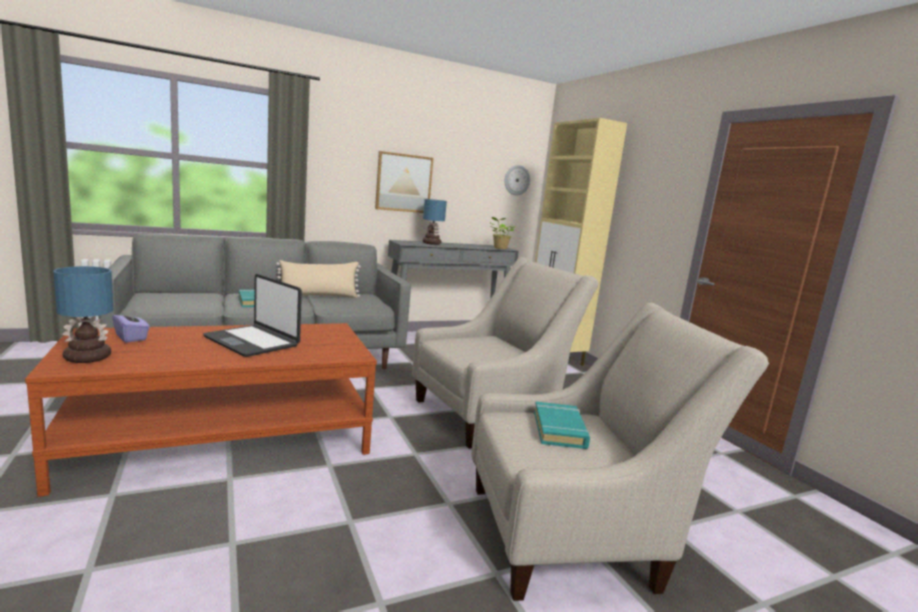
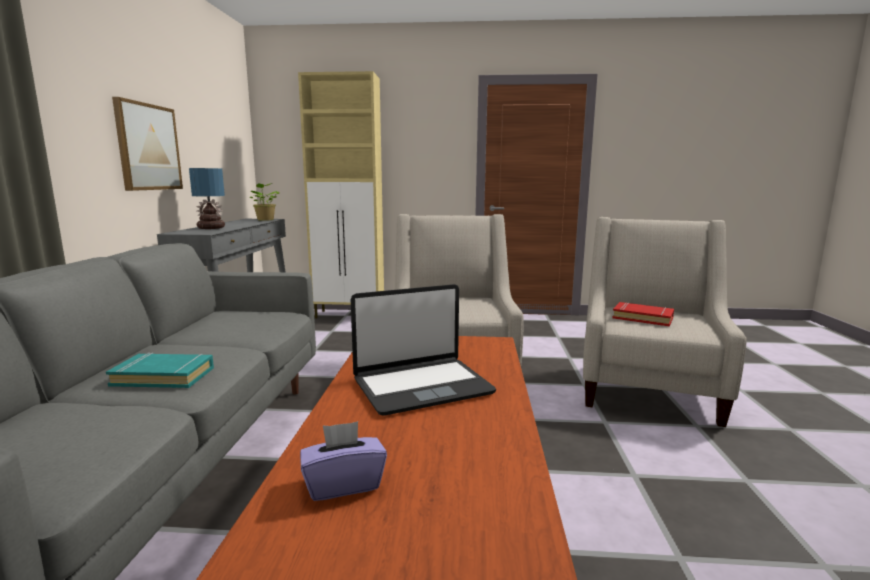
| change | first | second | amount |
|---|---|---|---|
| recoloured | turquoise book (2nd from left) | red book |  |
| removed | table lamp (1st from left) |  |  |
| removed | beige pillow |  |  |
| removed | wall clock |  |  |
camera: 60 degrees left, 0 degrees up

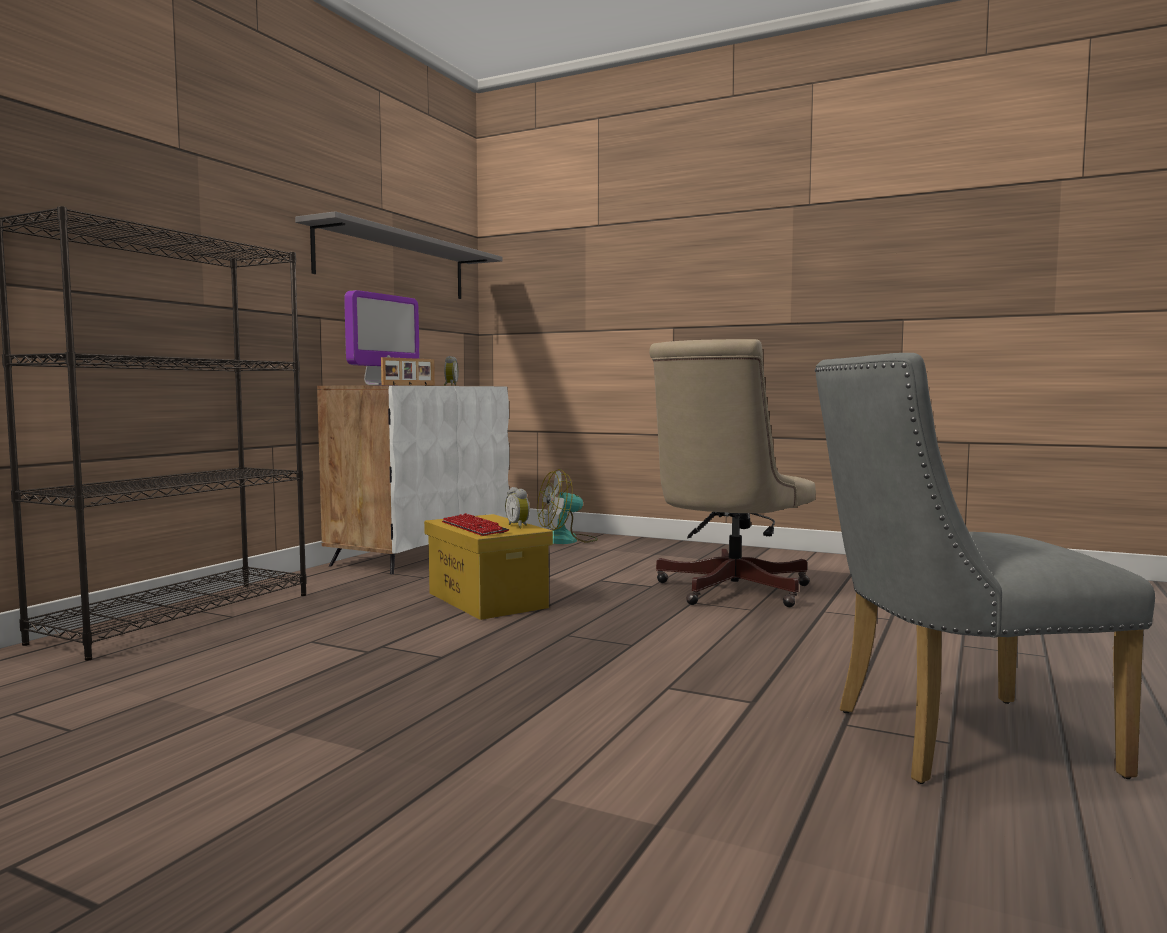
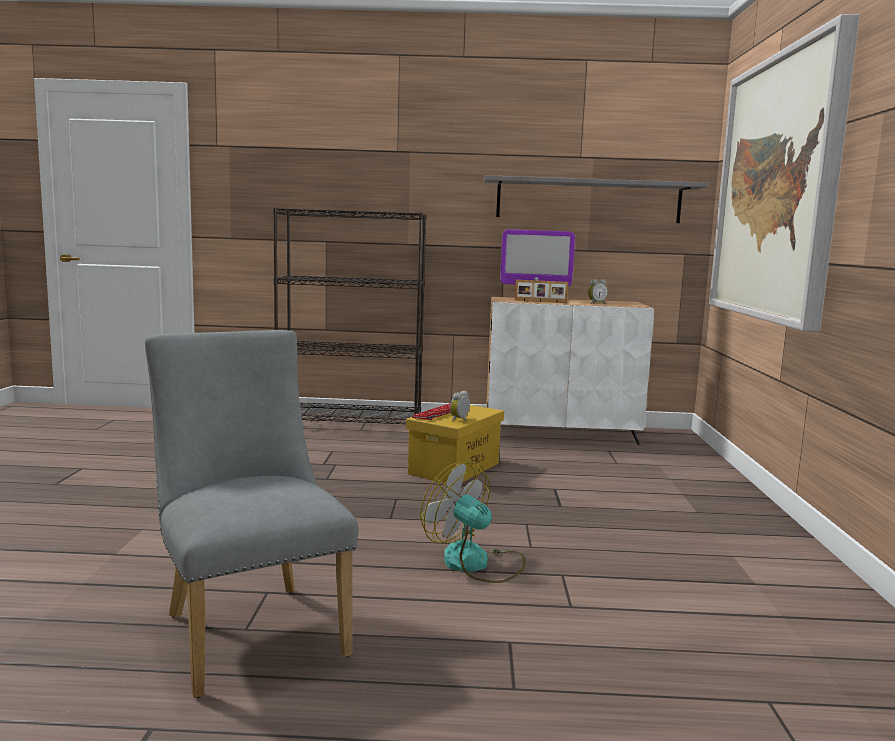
| change | first | second | amount |
|---|---|---|---|
| moved | fan |  |  |
| added |  | picture |  |
| removed | beige office chair |  |  |
camera: 65 degrees right, 5 degrees up

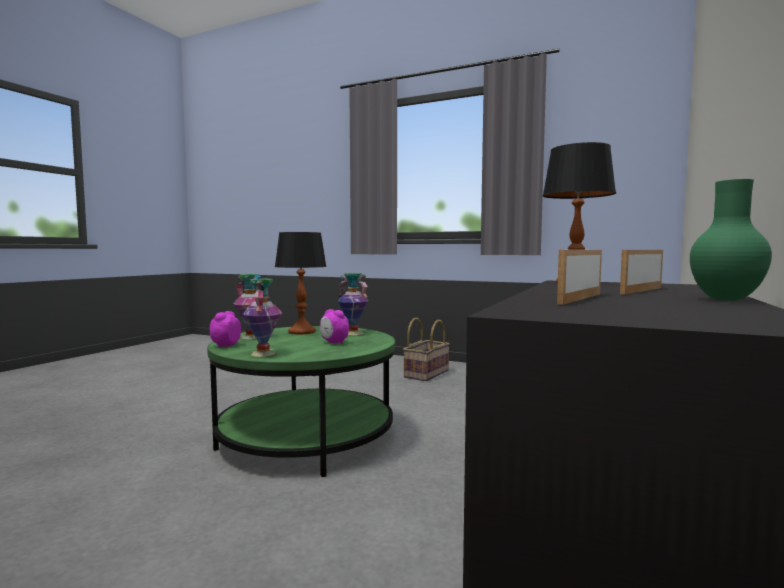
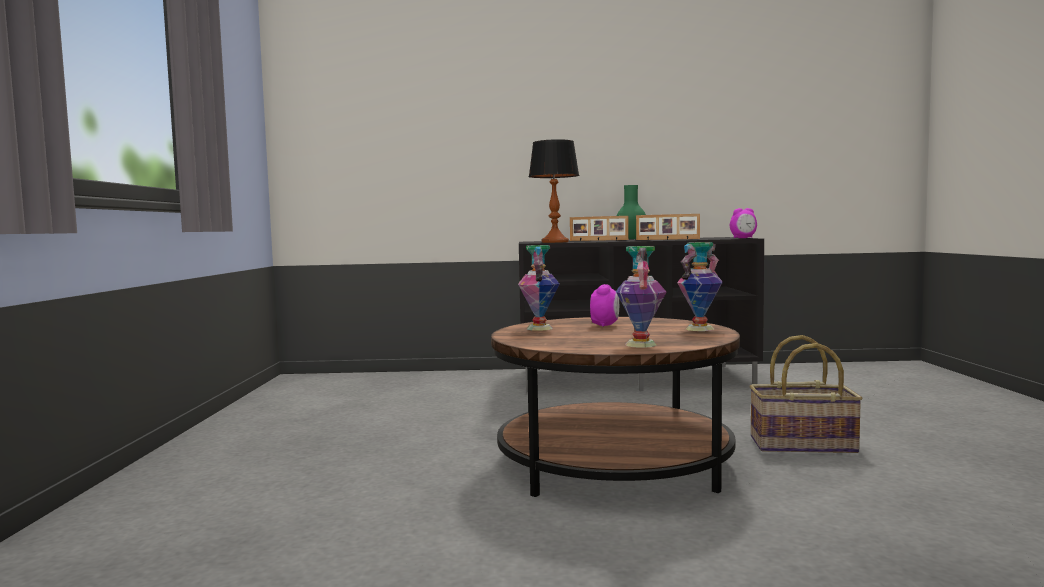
| change | first | second | amount |
|---|---|---|---|
| recoloured | green coffee table | brown coffee table |  |
| moved | alarm clock (1st from left in the first image) | alarm clock (2nd from left) |  |
| moved | basket |  |  |
| removed | table lamp (1st from left) |  |  |
camera: 115 degrees left, 0 degrees up

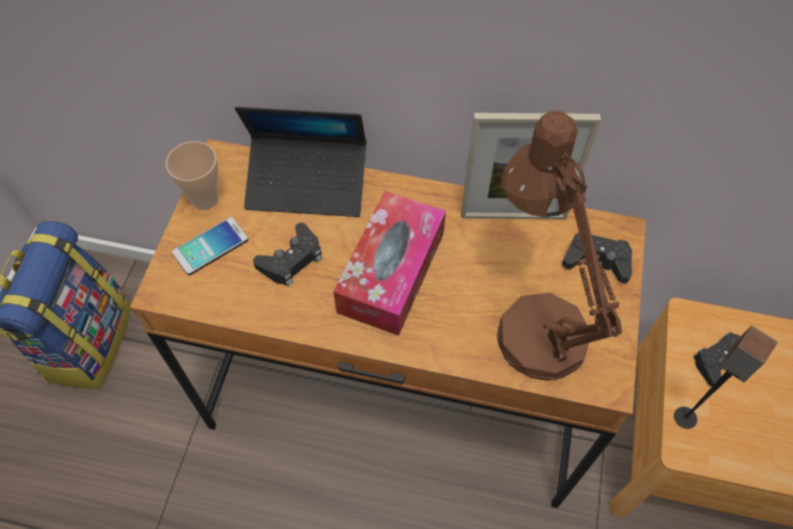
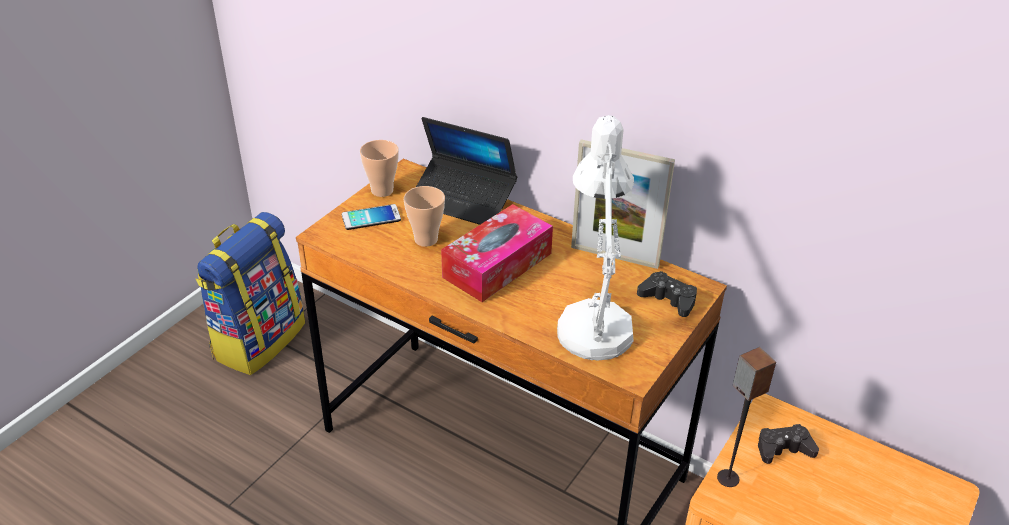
| change | first | second | amount |
|---|---|---|---|
| replaced | black game controller (1st from left) | cup (2nd from left) |  |
| recoloured | brown table lamp | white table lamp |  |
camera: 20 degrees right, 20 degrees down

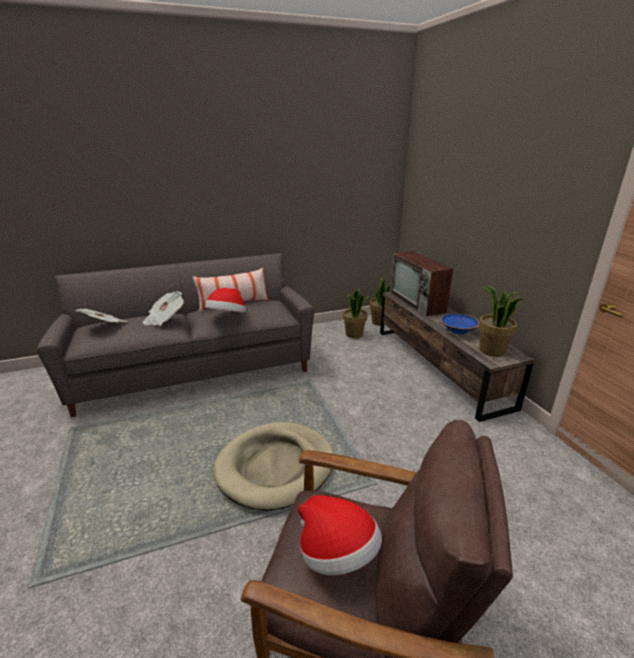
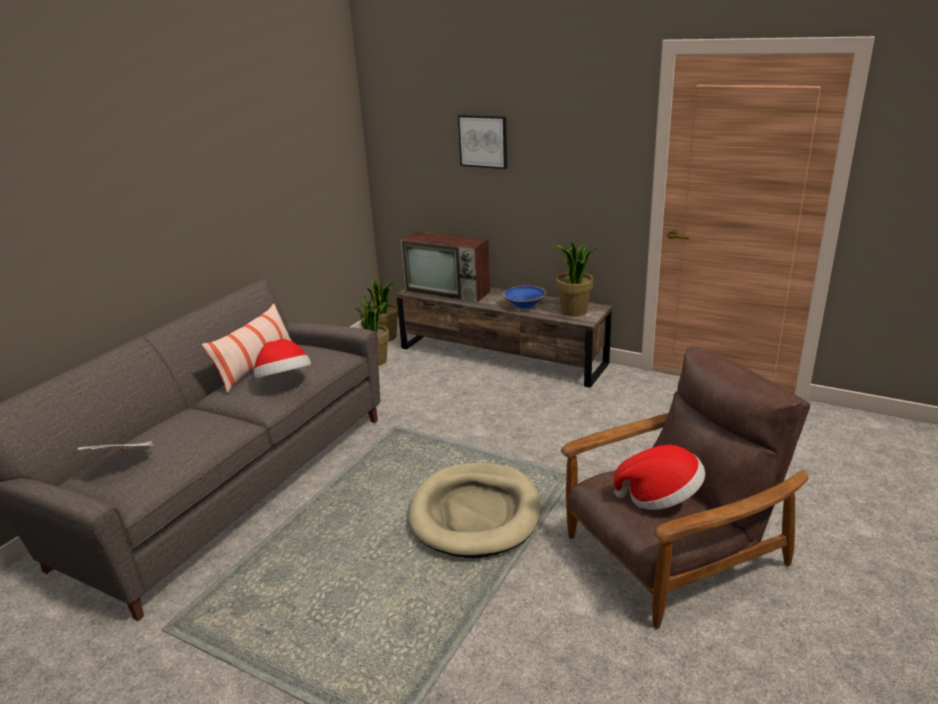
| change | first | second | amount |
|---|---|---|---|
| added |  | picture |  |
| removed | newspaper (2nd from left) |  |  |
camera: 40 degrees left, 0 degrees up

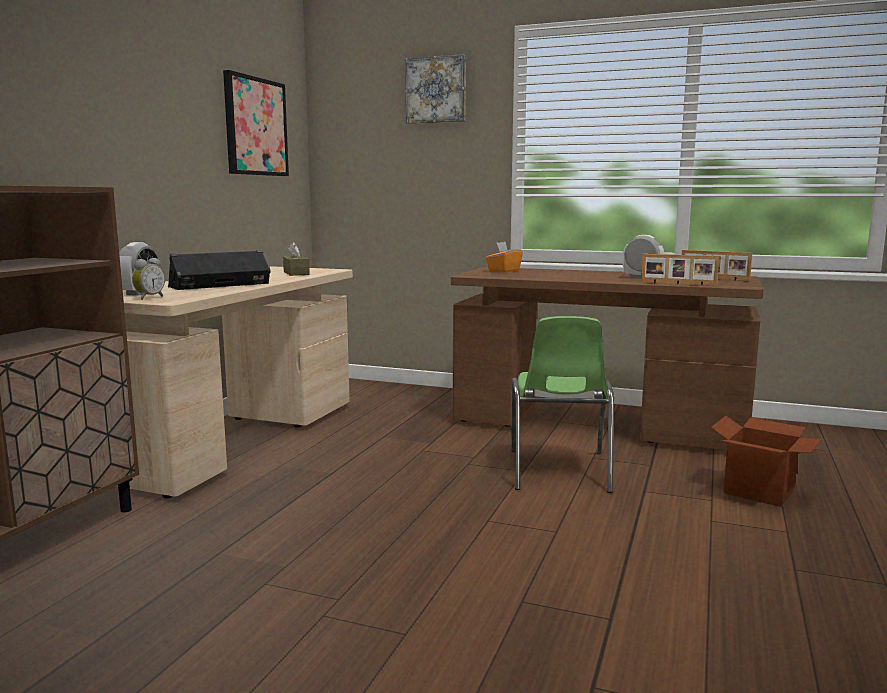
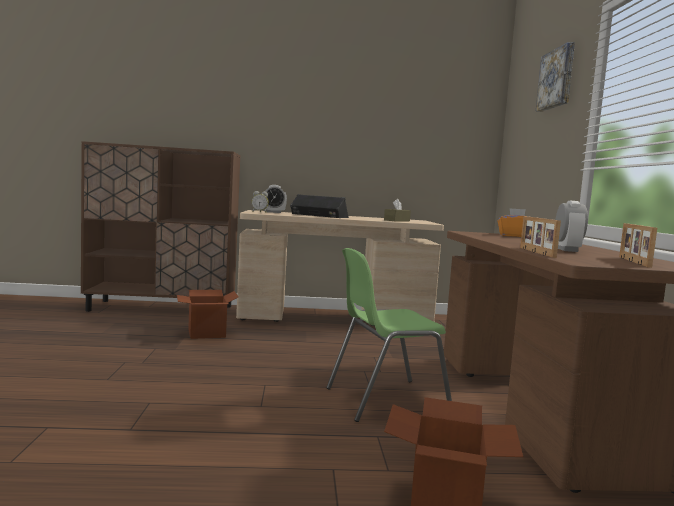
| change | first | second | amount |
|---|---|---|---|
| added |  | cardboard box (1st from left) |  |
| removed | picture (1st from left) |  |  |
camera: 65 degrees right, 5 degrees down

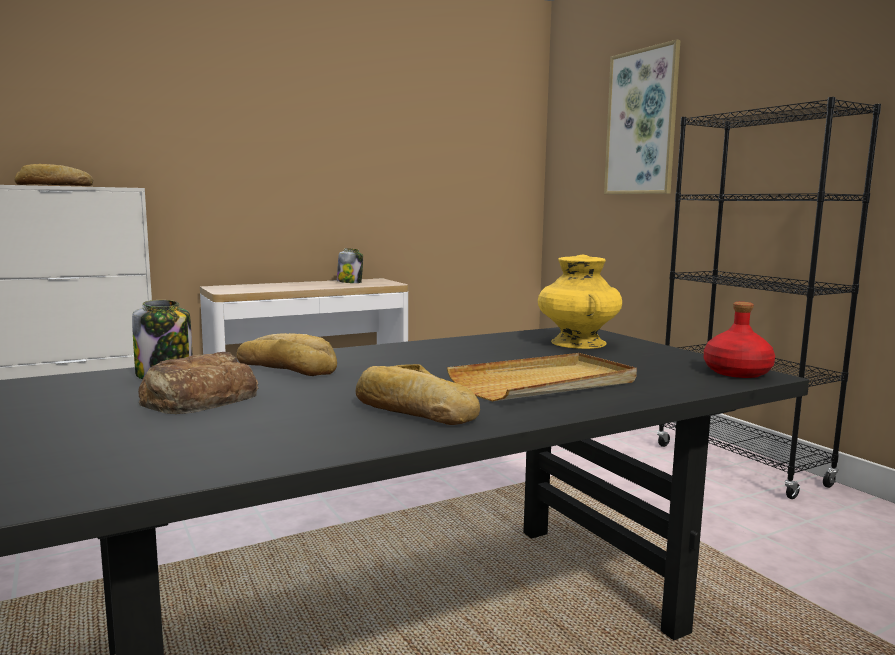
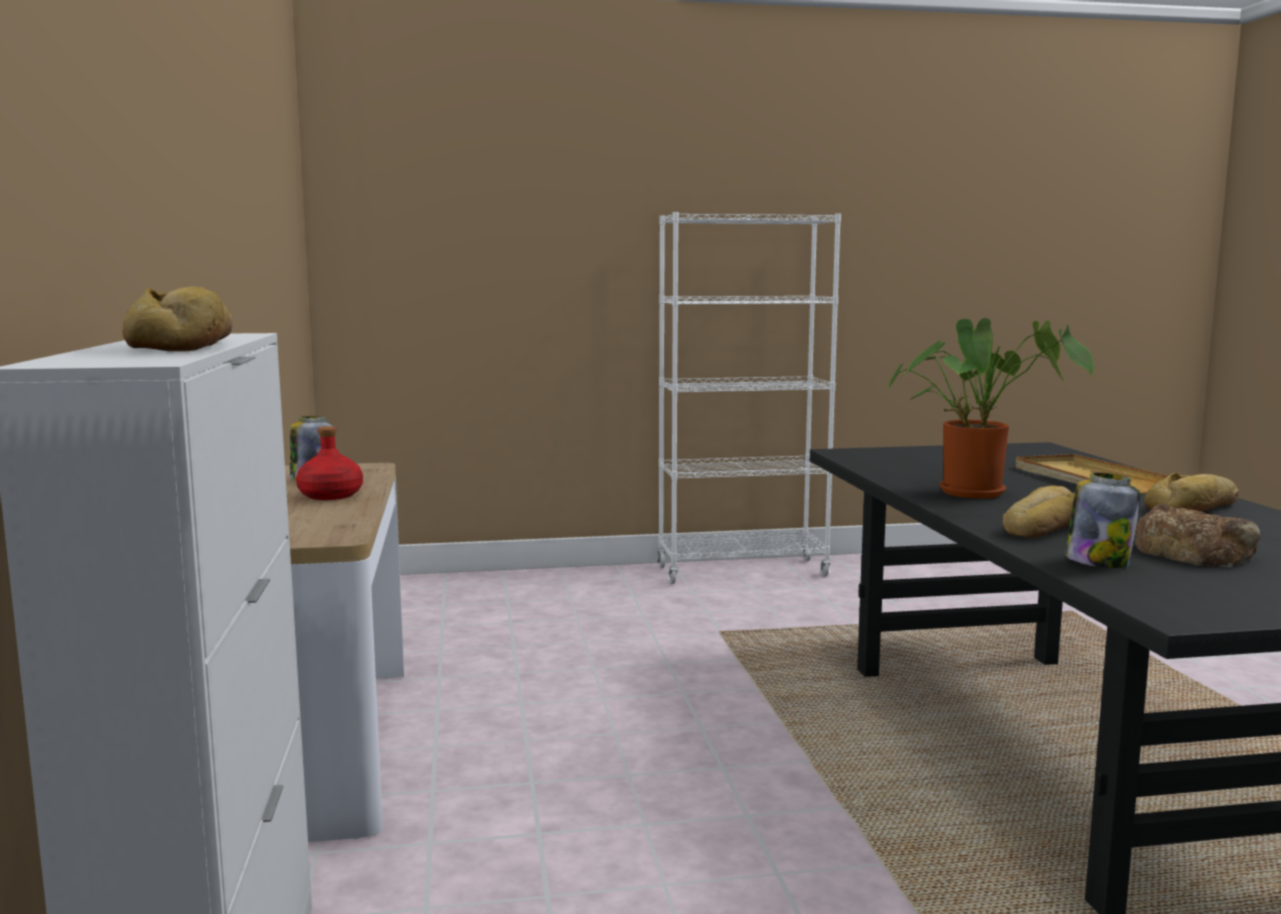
| change | first | second | amount |
|---|---|---|---|
| moved | red bottle |  |  |
| recoloured | black bookcase | white bookcase |  |
| added |  | potted plant |  |
| removed | yellow vase |  |  |
| removed | picture |  |  |
camera: 70 degrees left, 0 degrees up

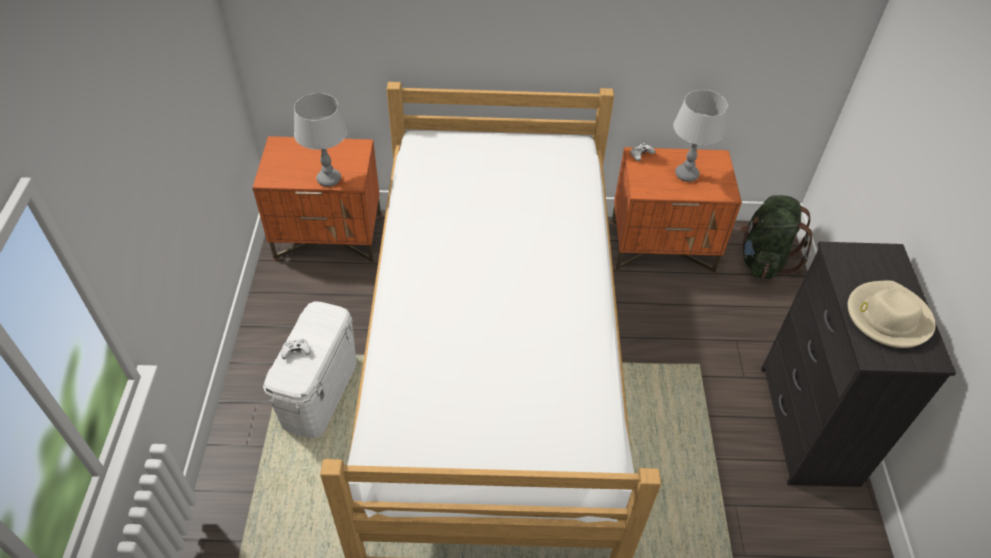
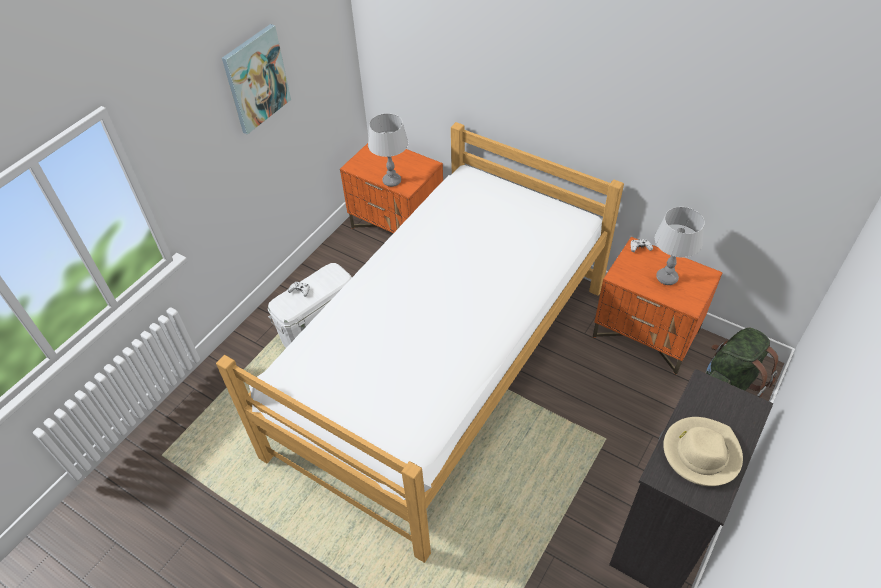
| change | first | second | amount |
|---|---|---|---|
| added |  | picture |  |
camera: 35 degrees right, 0 degrees up

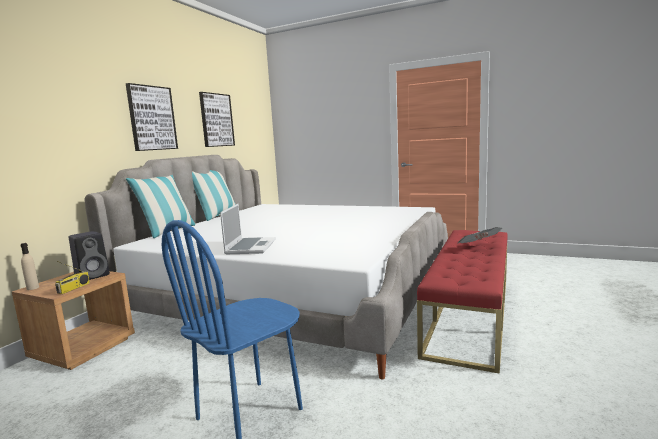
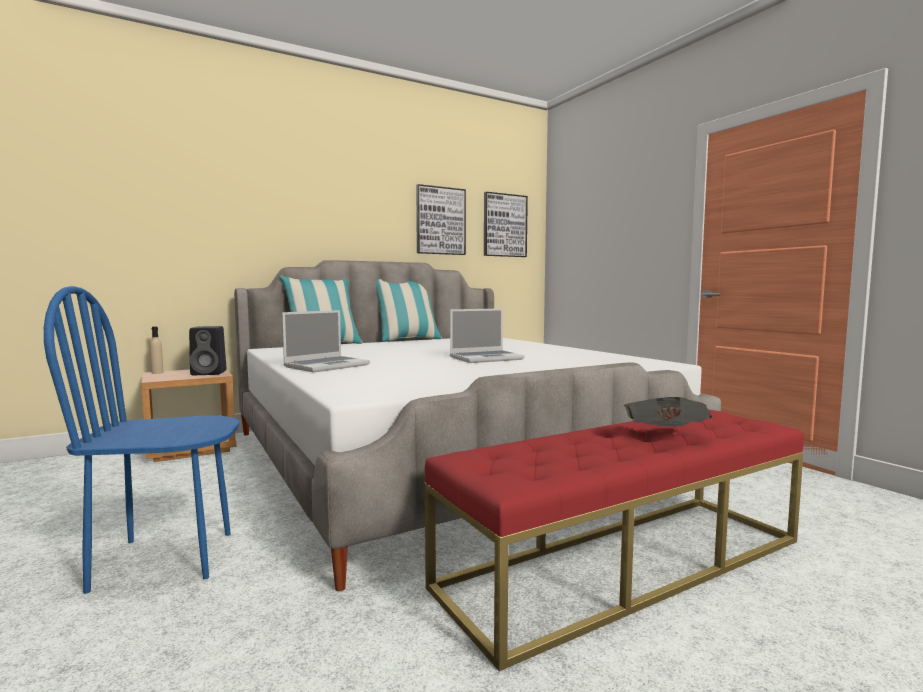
| change | first | second | amount |
|---|---|---|---|
| added |  | laptop (2nd from left) |  |
| moved | picture (1st from left in the first image) | picture (2nd from left) |  |
| removed | radio |  |  |
camera: 35 degrees right, 5 degrees down

